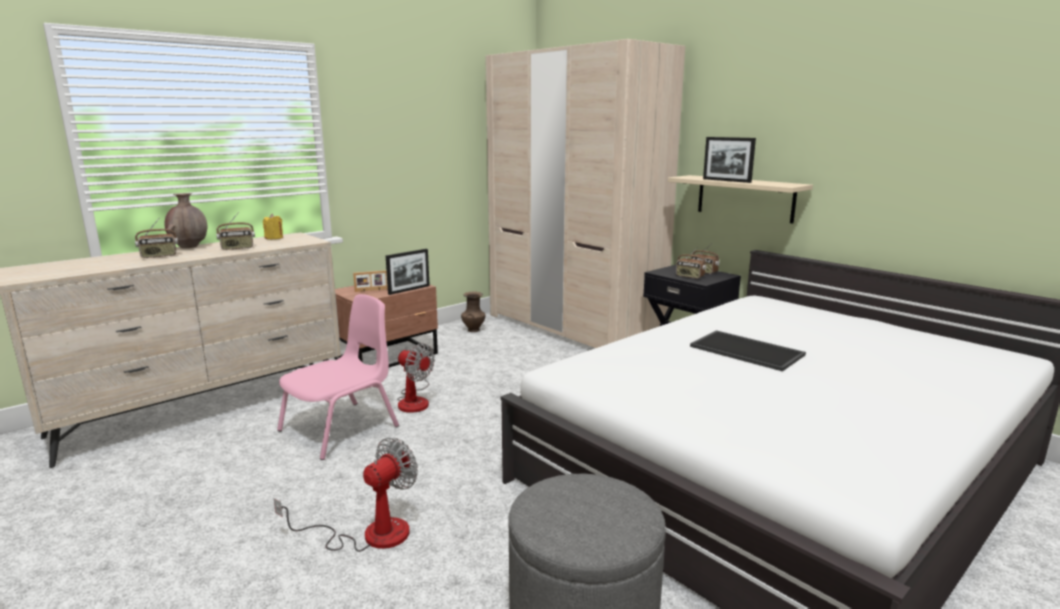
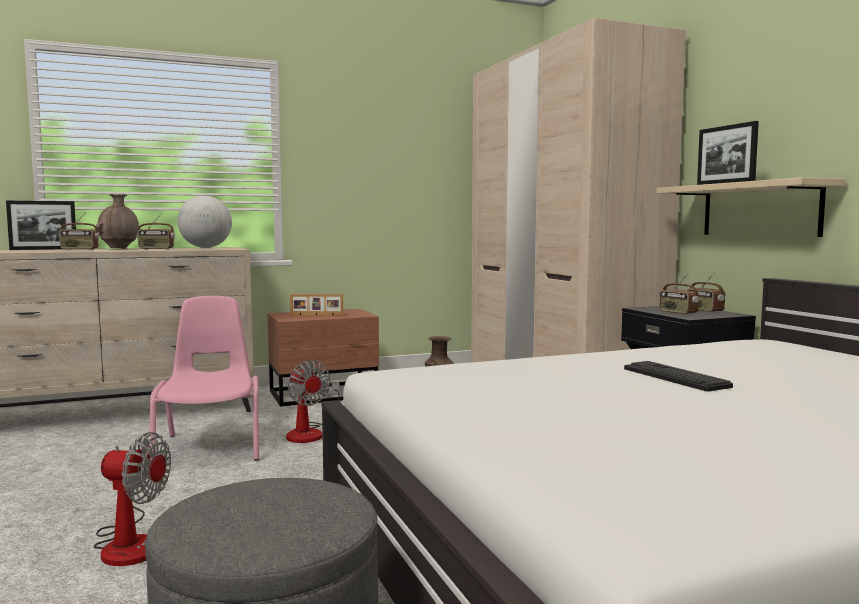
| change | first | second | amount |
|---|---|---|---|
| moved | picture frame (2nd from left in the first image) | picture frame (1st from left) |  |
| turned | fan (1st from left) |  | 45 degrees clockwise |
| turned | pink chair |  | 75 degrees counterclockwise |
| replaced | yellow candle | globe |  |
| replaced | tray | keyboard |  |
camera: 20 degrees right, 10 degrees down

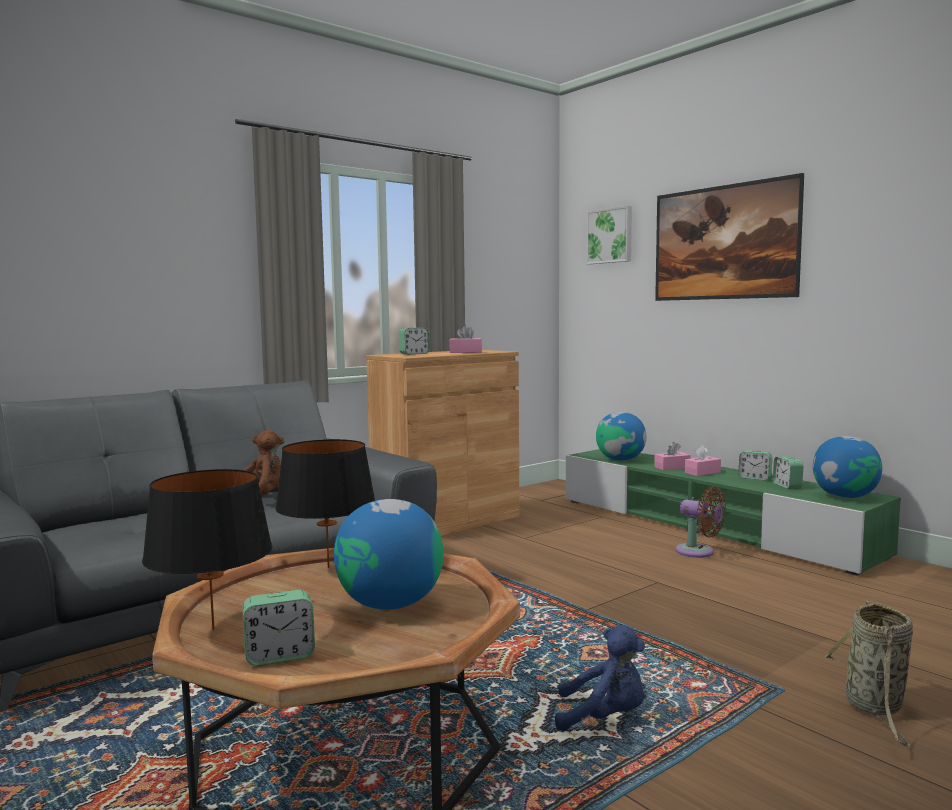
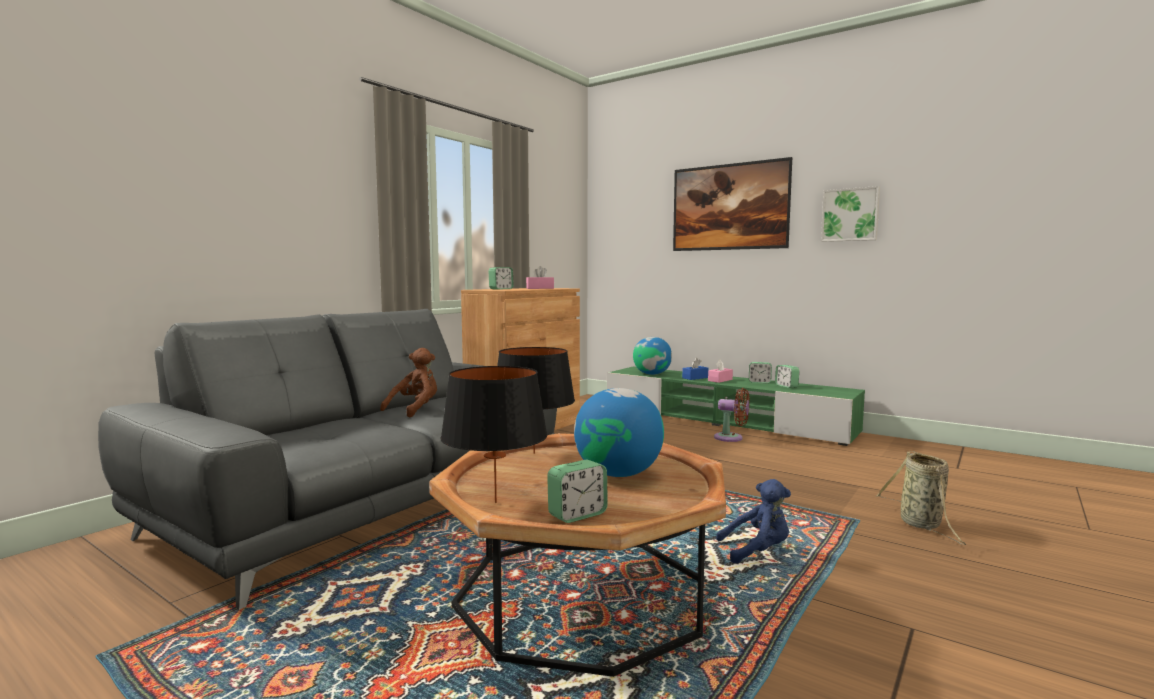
| change | first | second | amount |
|---|---|---|---|
| recoloured | pink tissue box (2nd from left) | blue tissue box |  |
| moved | picture (1st from left in the first image) | picture (2nd from left) |  |
| removed | globe (3rd from left) |  |  |
camera: 15 degrees left, 0 degrees up

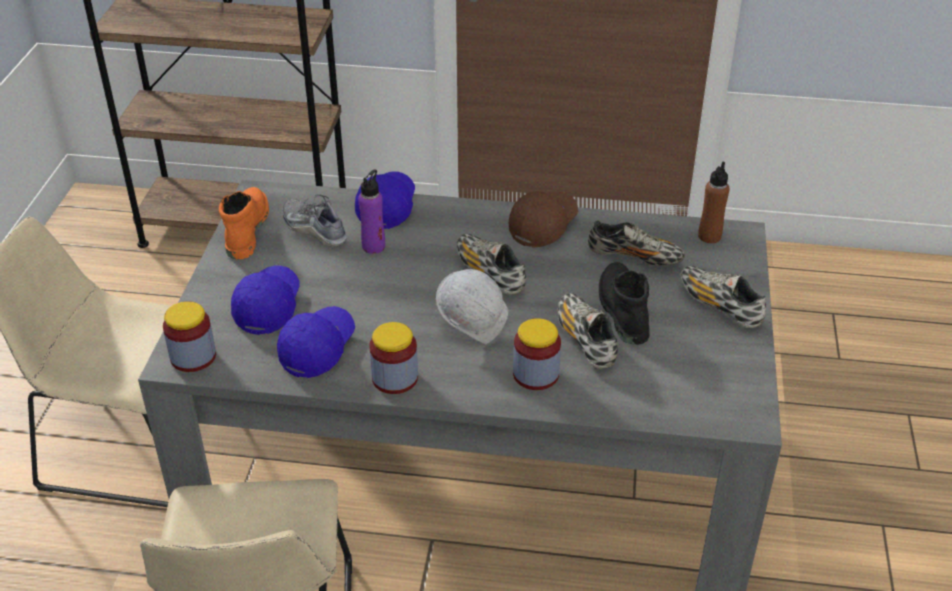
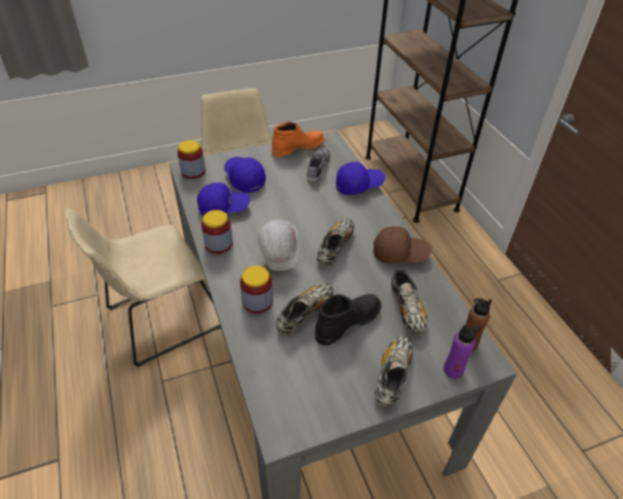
| change | first | second | amount |
|---|---|---|---|
| turned | blue cap (1st from left in the first image) | blue cap (2nd from left) | 105 degrees counterclockwise |
| moved | purple bottle |  |  |
camera: 60 degrees right, 5 degrees up

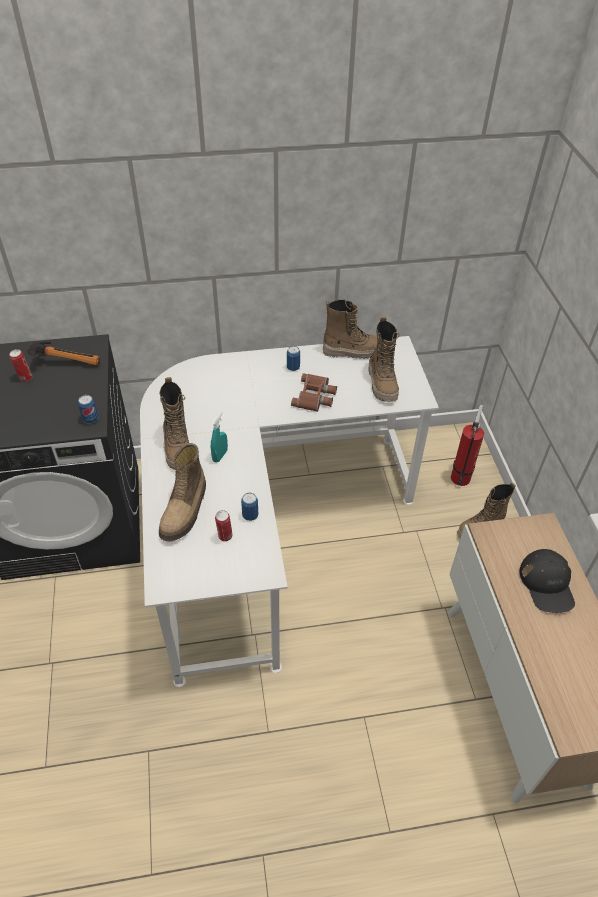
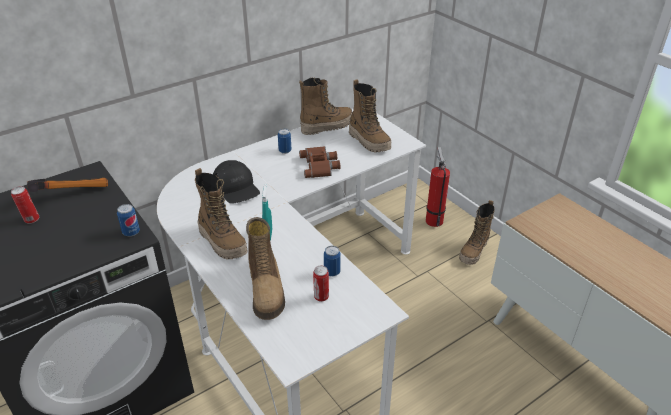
| change | first | second | amount |
|---|---|---|---|
| moved | black cap |  |  |
camera: 25 degrees left, 10 degrees down

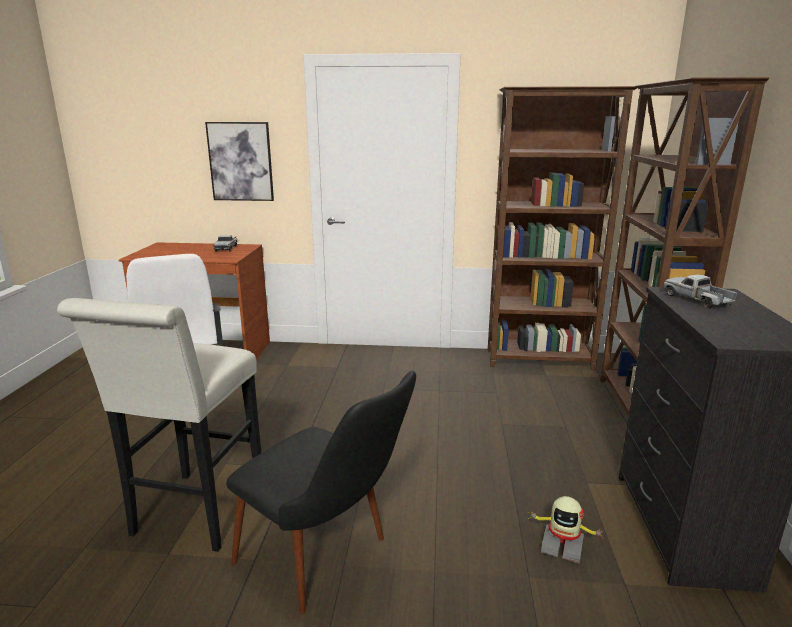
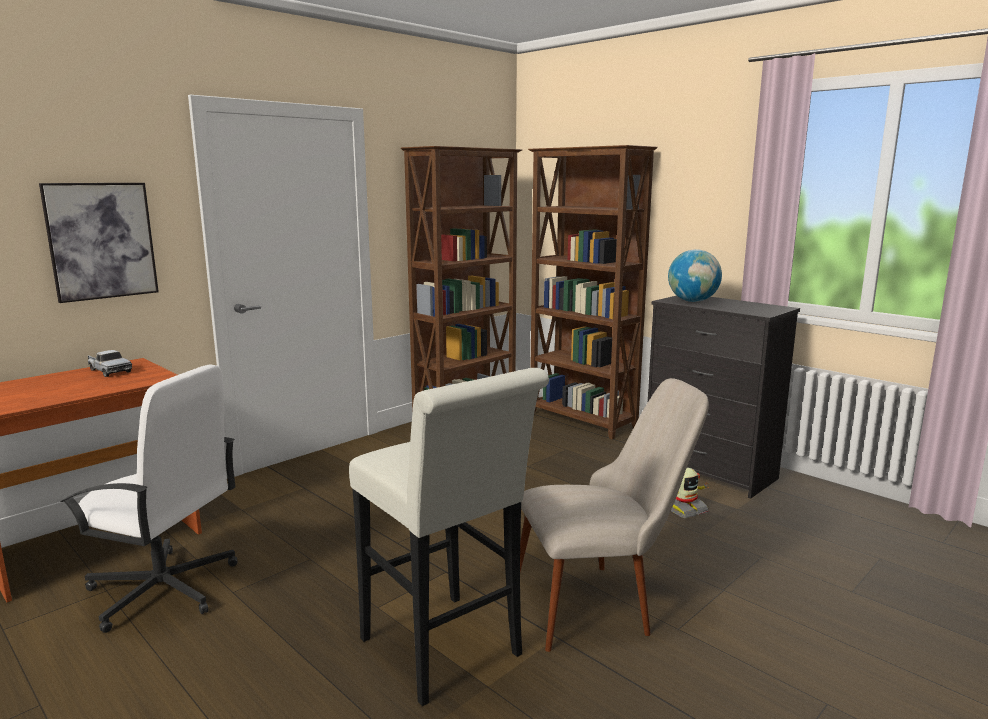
| change | first | second | amount |
|---|---|---|---|
| recoloured | black chair | beige chair |  |
| replaced | toy truck (2nd from left) | globe |  |
camera: 50 degrees left, 5 degrees down

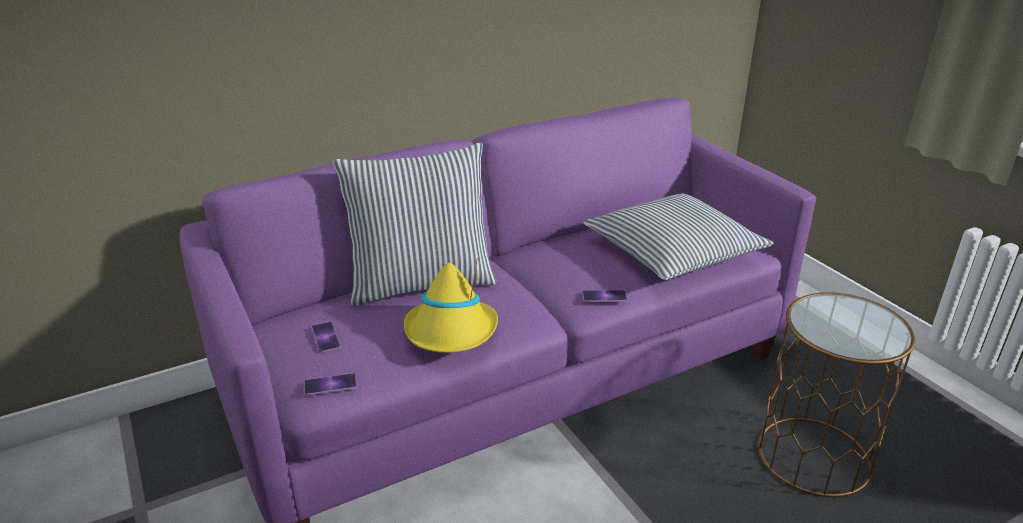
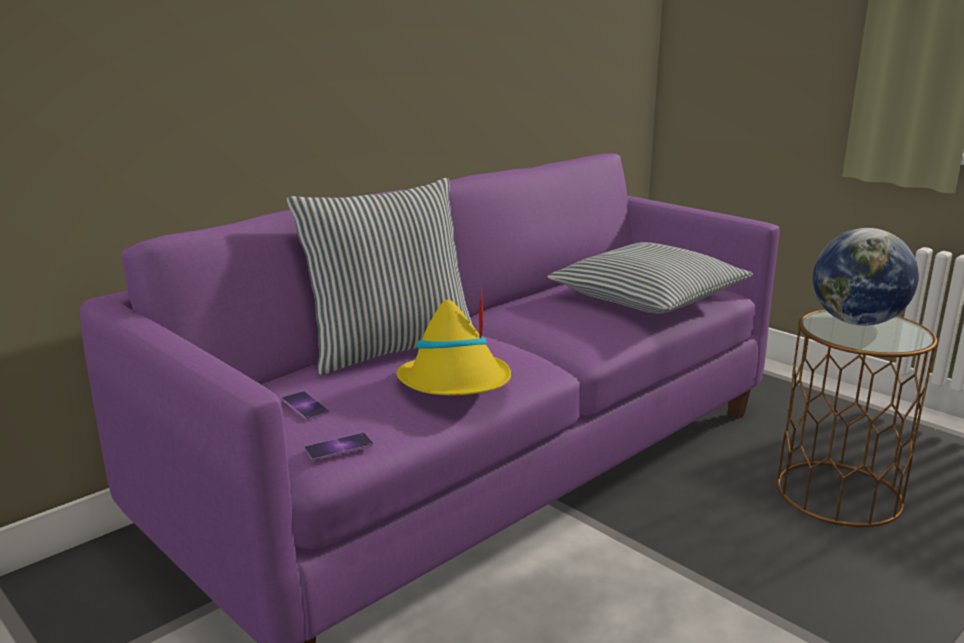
| change | first | second | amount |
|---|---|---|---|
| added |  | globe |  |
| removed | phone (3rd from left) |  |  |
camera: 15 degrees left, 10 degrees down

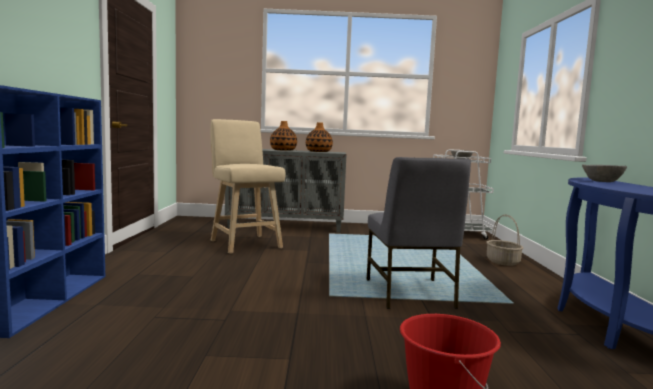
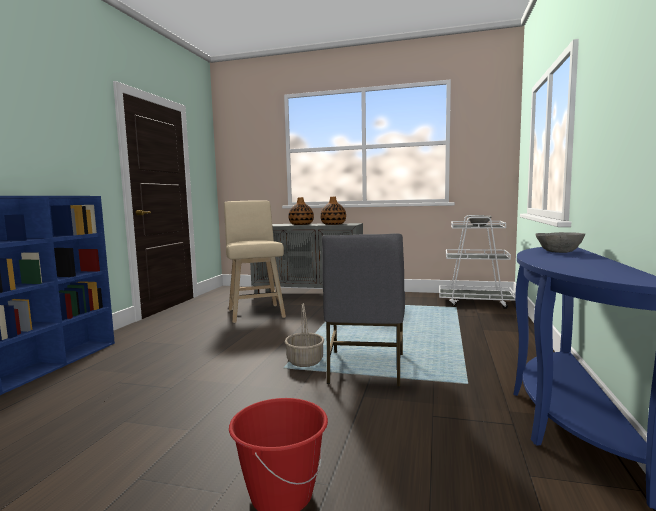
| change | first | second | amount |
|---|---|---|---|
| moved | basket |  |  |
camera: 15 degrees right, 0 degrees up

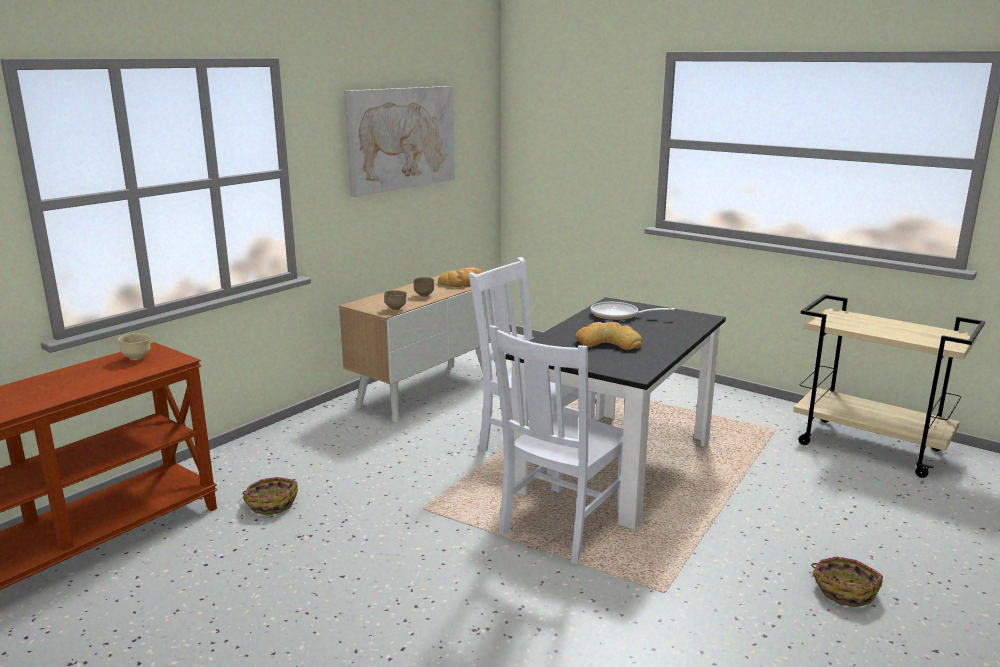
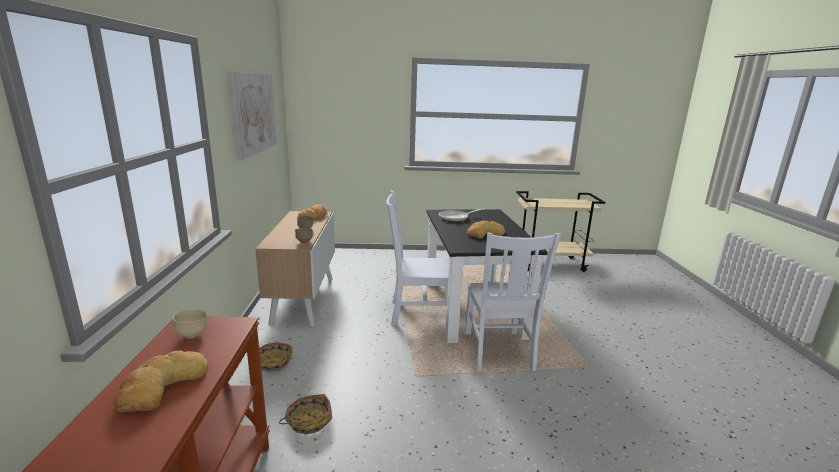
| change | first | second | amount |
|---|---|---|---|
| added |  | bread (1st from left) |  |
| moved | basket (2nd from left in the first image) | basket (1st from left) |  |
camera: 40 degrees left, 0 degrees up

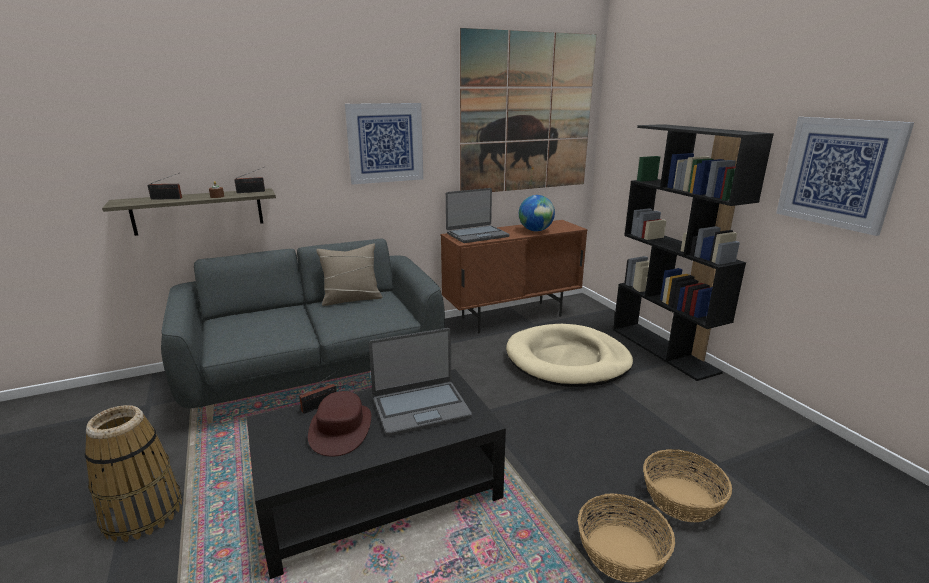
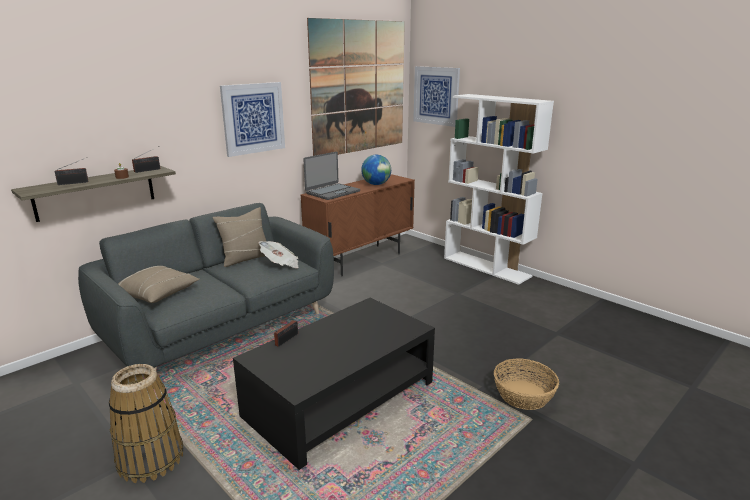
| change | first | second | amount |
|---|---|---|---|
| added |  | beige pillow (1st from left) |  |
| added |  | newspaper |  |
| moved | picture (3rd from left) |  |  |
| recoloured | black bookcase | white bookcase |  |
| removed | brown hat |  |  |
| removed | laptop (1st from left) |  |  |
| removed | beige dog bed |  |  |
| removed | basket (3rd from left) |  |  |
camera: 20 degrees left, 0 degrees up

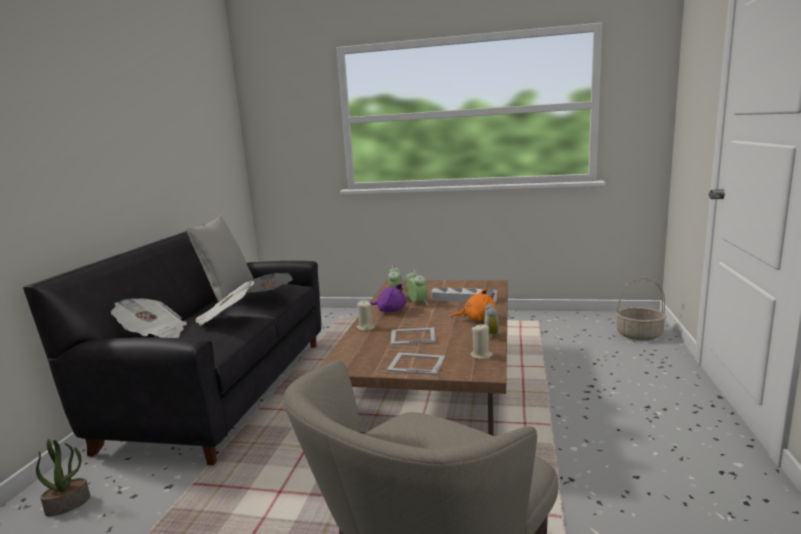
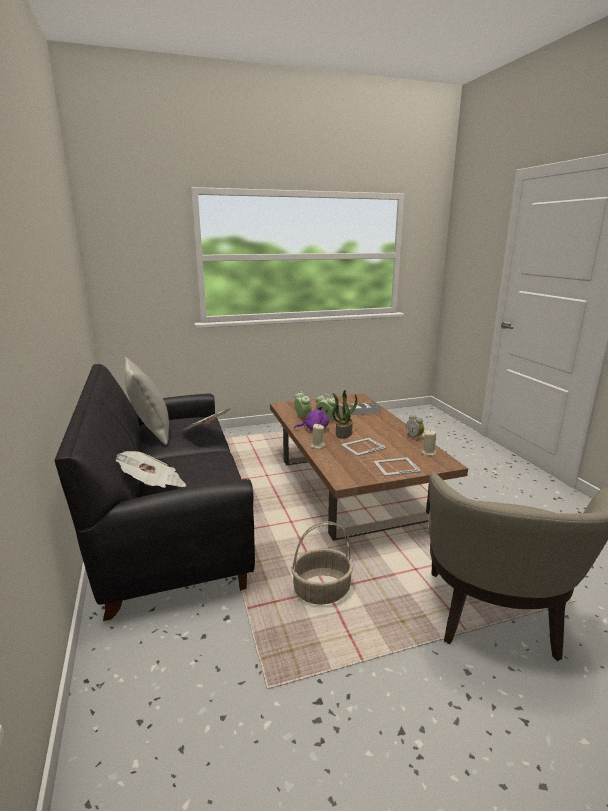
| change | first | second | amount |
|---|---|---|---|
| moved | basket |  |  |
| moved | potted plant |  |  |
| removed | newspaper (2nd from left) |  |  |
| removed | orange plush toy |  |  |
camera: 30 degrees left, 5 degrees up

